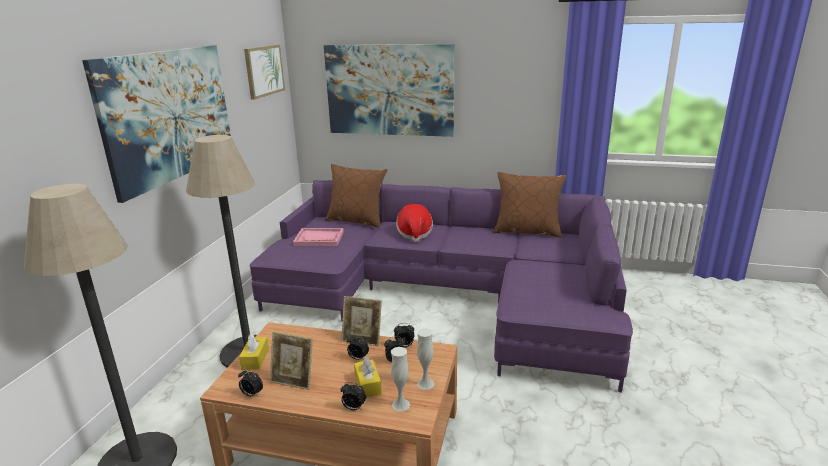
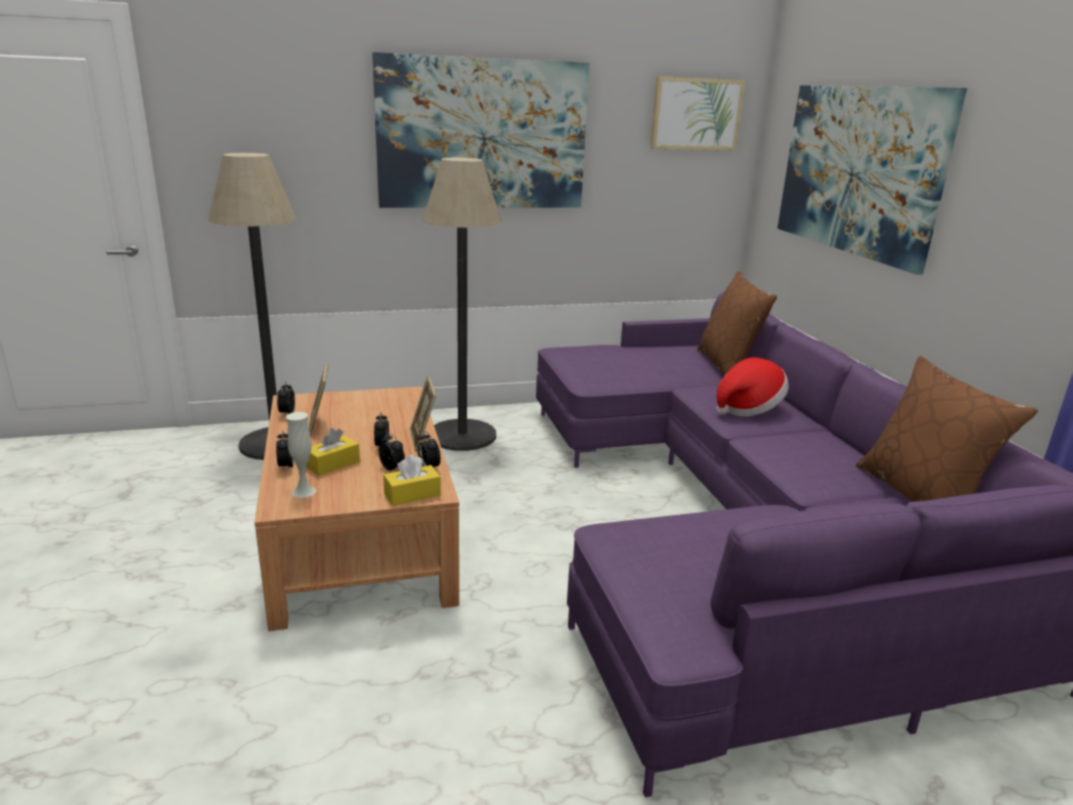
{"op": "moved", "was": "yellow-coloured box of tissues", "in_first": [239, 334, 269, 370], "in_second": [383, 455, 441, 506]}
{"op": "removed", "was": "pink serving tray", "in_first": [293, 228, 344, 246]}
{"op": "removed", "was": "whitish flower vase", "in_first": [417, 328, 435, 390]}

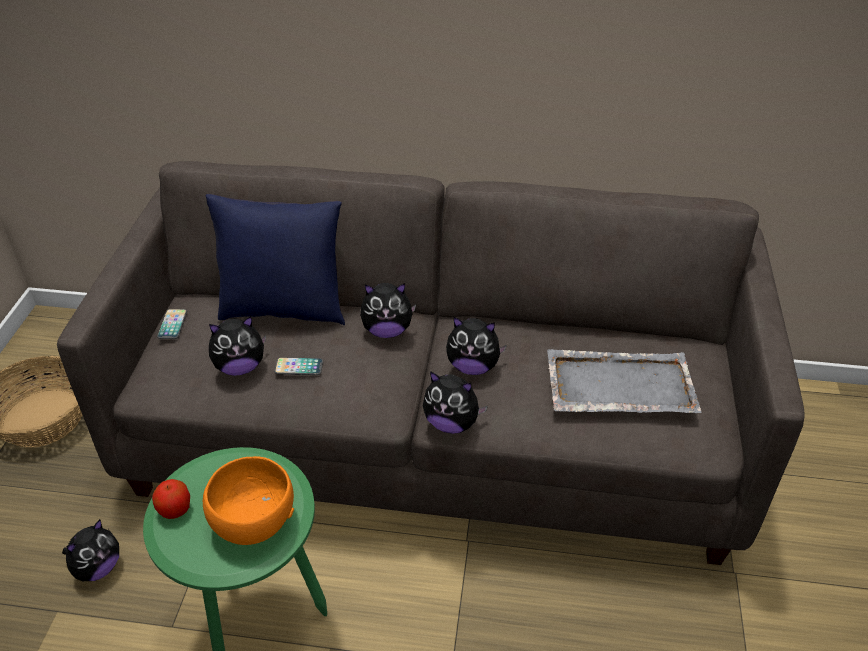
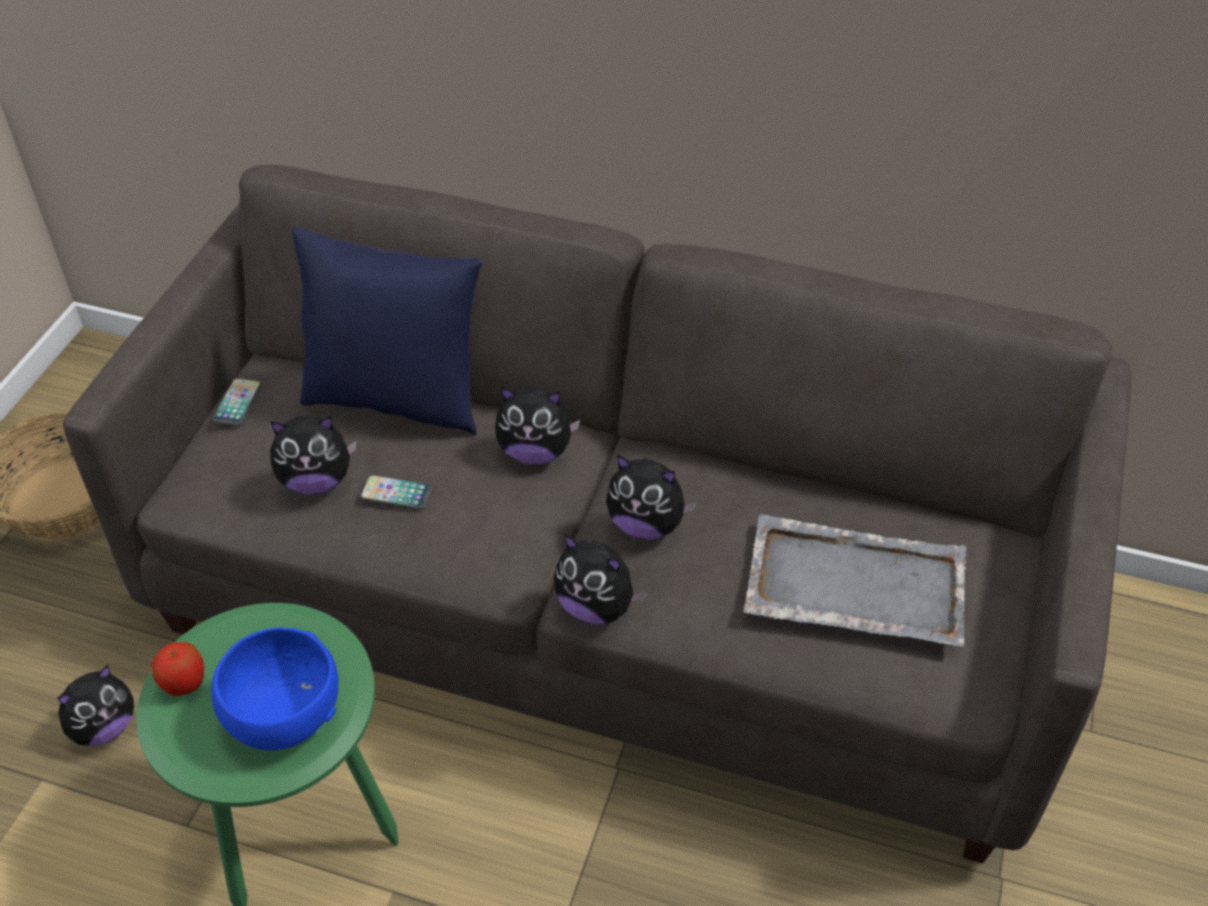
{"op": "recoloured", "was": "orange deep dish", "now": "bluish deep dish", "in_first": [203, 456, 294, 545], "in_second": [211, 627, 339, 750]}

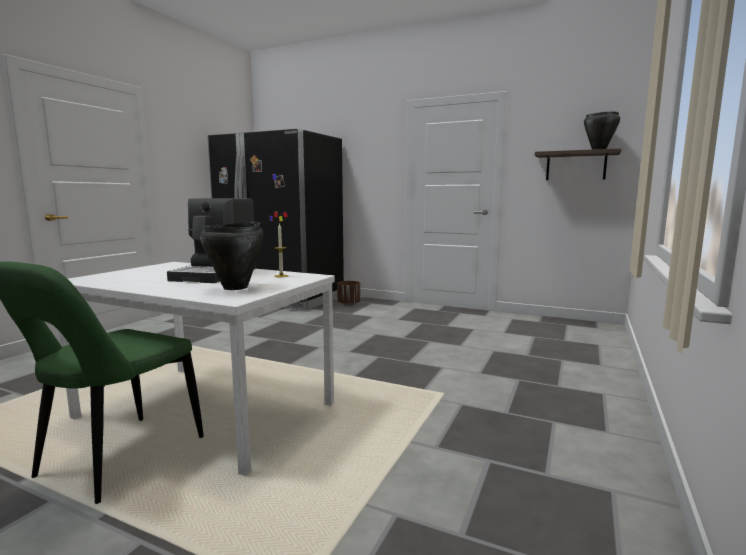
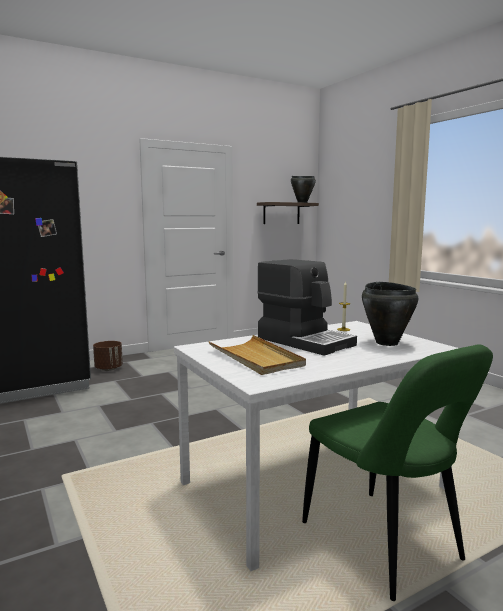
{"op": "added", "now": "beige serving tray", "in_second": [209, 335, 306, 375]}

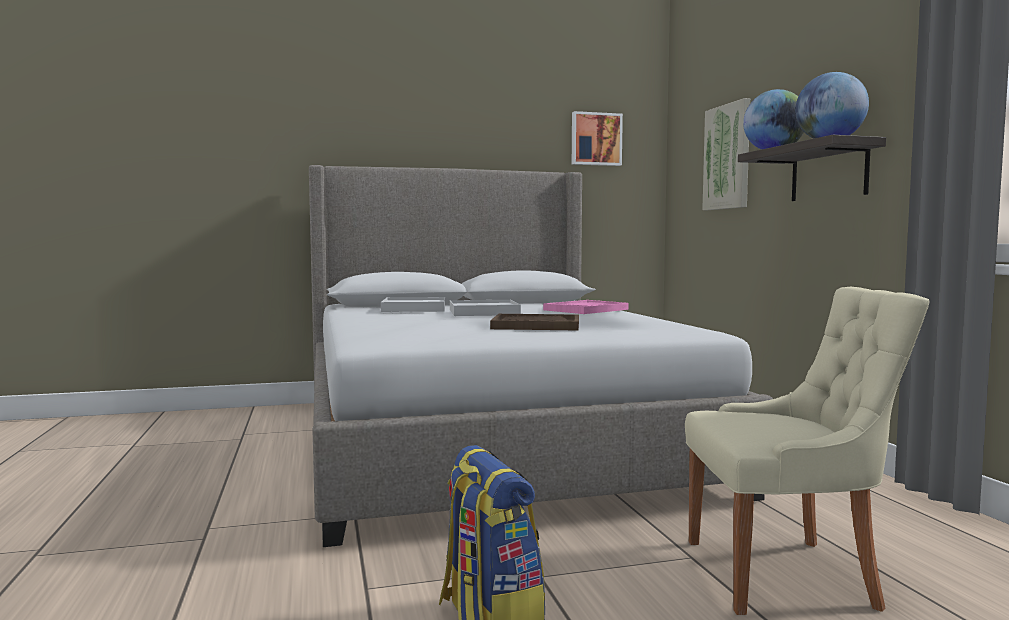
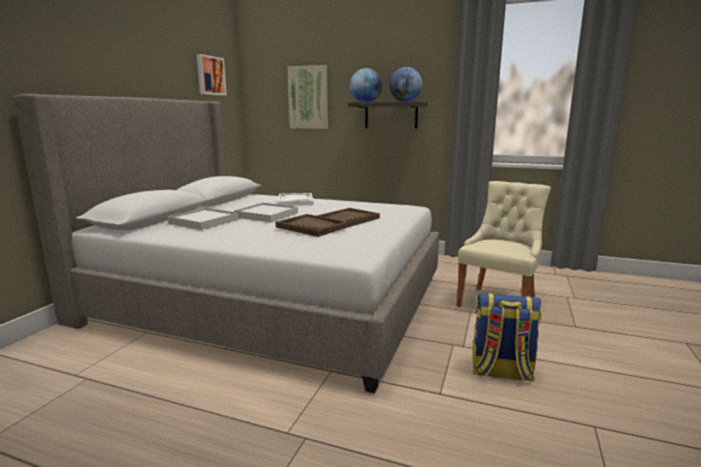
{"op": "recoloured", "was": "pink serving tray", "now": "whitish serving tray", "in_first": [543, 300, 628, 314], "in_second": [278, 193, 314, 206]}
{"op": "added", "now": "brownish serving tray", "in_second": [276, 214, 348, 237]}

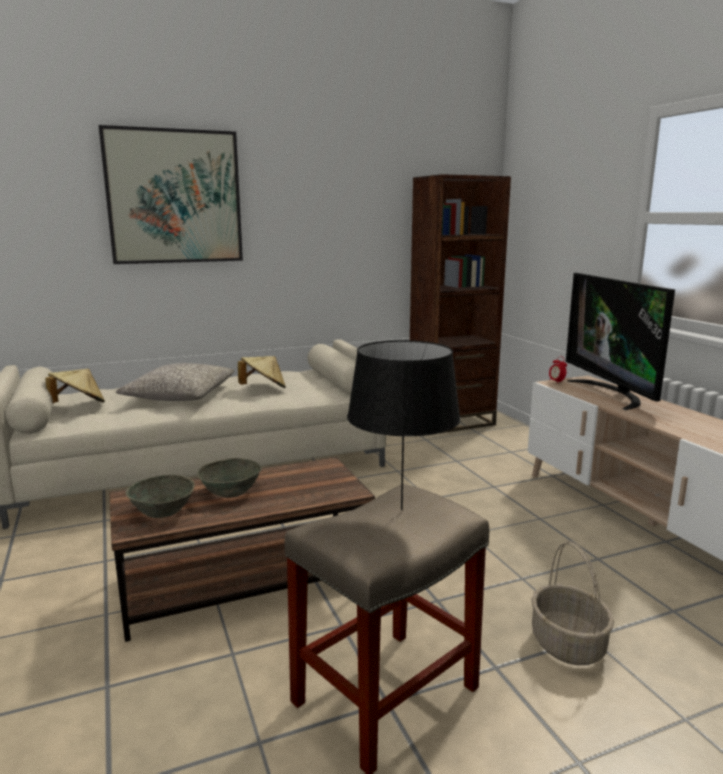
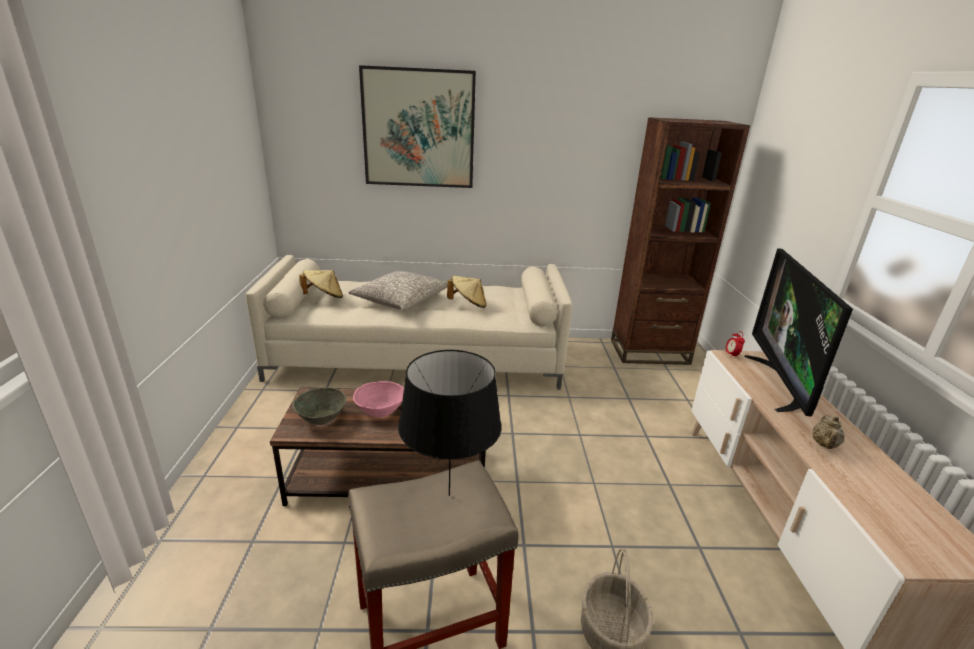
{"op": "recoloured", "was": "greyish deep dish", "now": "pink deep dish", "in_first": [197, 458, 262, 498], "in_second": [353, 381, 404, 417]}
{"op": "added", "now": "beige tea pot", "in_second": [813, 415, 845, 449]}

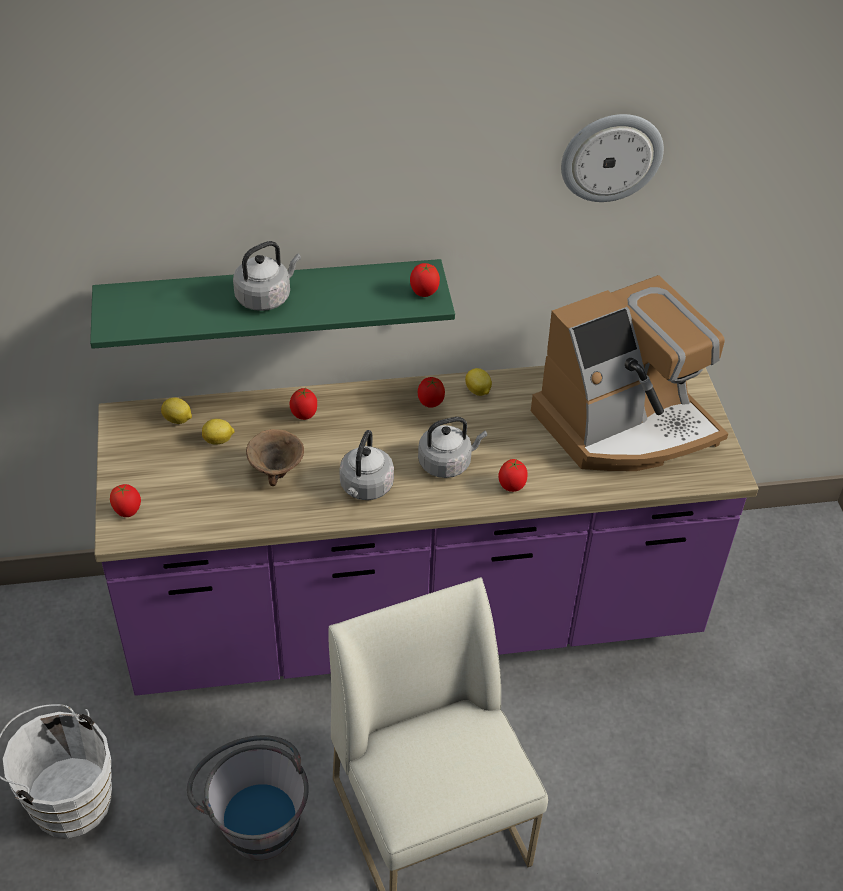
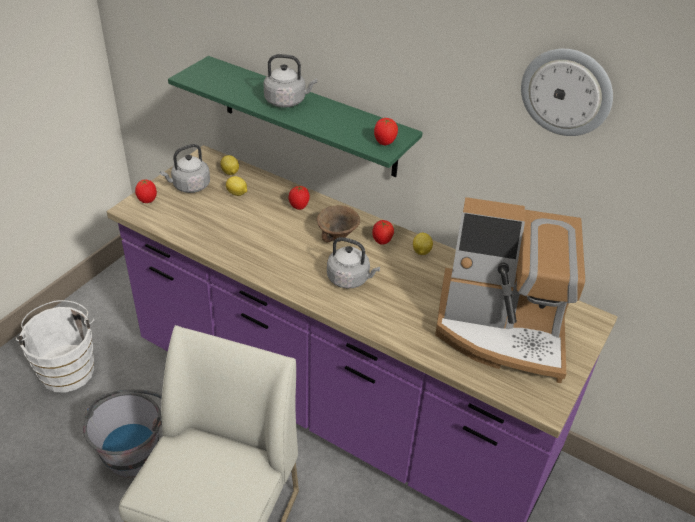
{"op": "moved", "was": "brownish deep dish", "in_first": [246, 429, 304, 486], "in_second": [317, 205, 360, 242]}
{"op": "moved", "was": "greyish tea kettle", "in_first": [339, 430, 394, 500], "in_second": [160, 144, 210, 193]}
{"op": "removed", "was": "tomato", "in_first": [498, 459, 528, 492]}

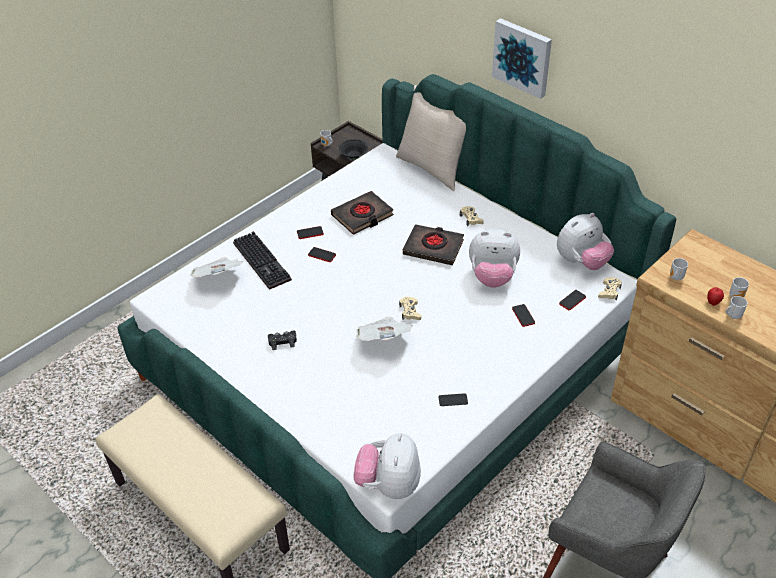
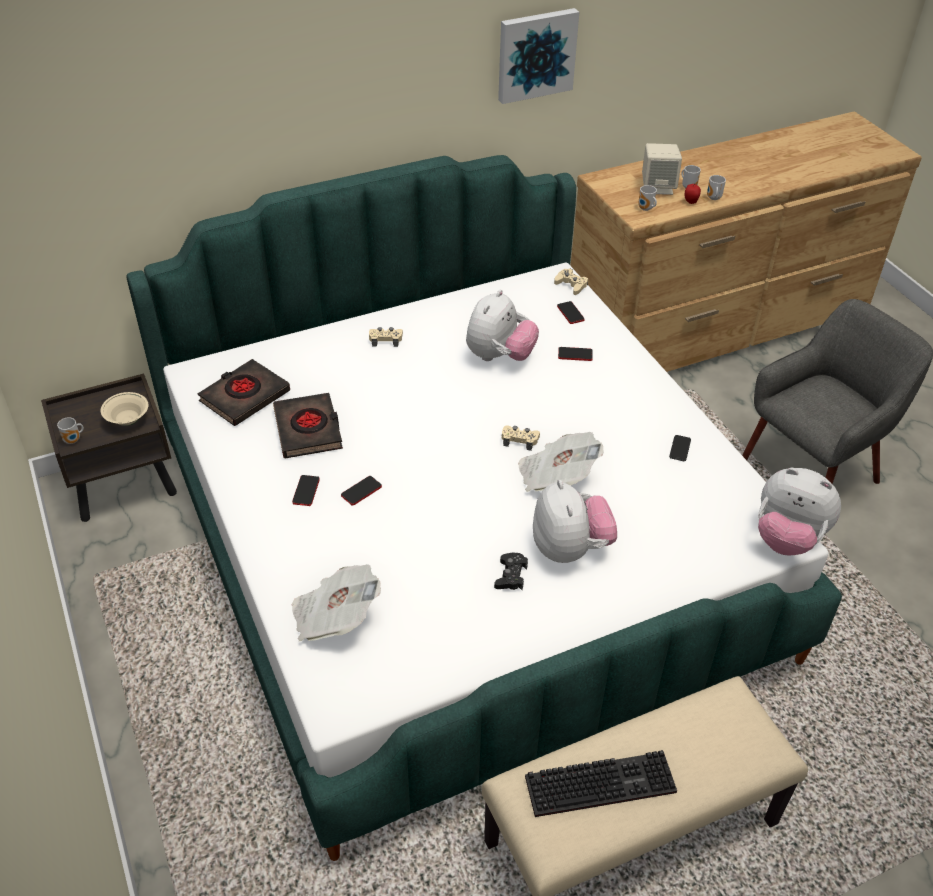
{"op": "moved", "was": "computer keyboard", "in_first": [233, 231, 292, 290], "in_second": [525, 750, 677, 817]}
{"op": "recoloured", "was": "blackish deep dish", "now": "beige deep dish", "in_first": [339, 139, 368, 159], "in_second": [101, 392, 148, 426]}
{"op": "removed", "was": "beige throw pillow", "in_first": [396, 85, 466, 191]}
{"op": "moved", "was": "blackish volume", "in_first": [403, 224, 464, 265], "in_second": [198, 359, 290, 426]}
{"op": "moved", "was": "wall picture", "in_first": [492, 18, 552, 99], "in_second": [498, 8, 579, 104]}
{"op": "moved", "was": "cuddly toy", "in_first": [557, 213, 614, 270], "in_second": [533, 480, 617, 563]}
{"op": "added", "now": "beige speaker", "in_second": [642, 143, 682, 195]}

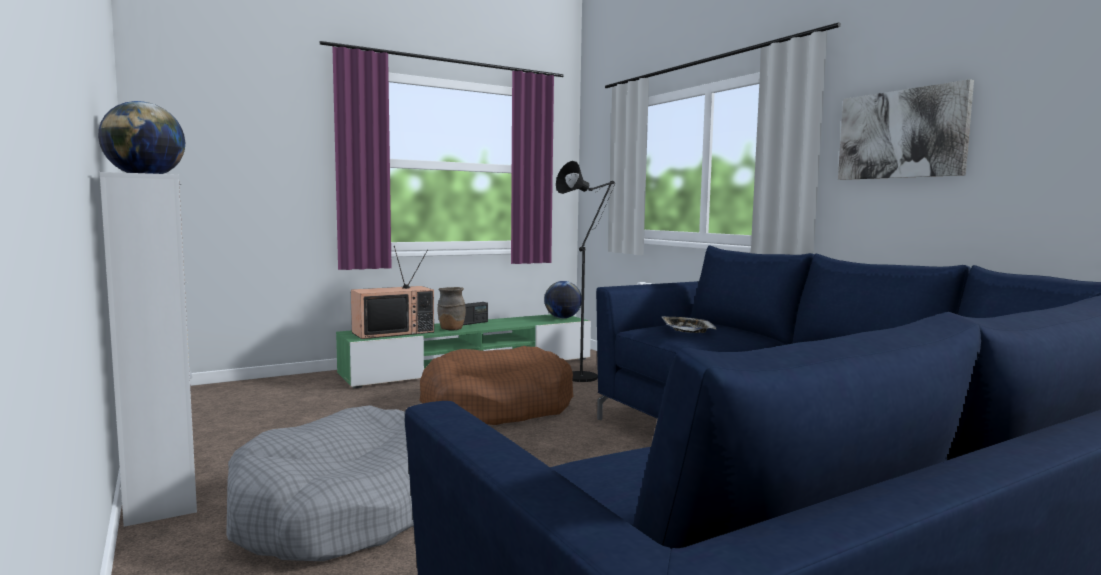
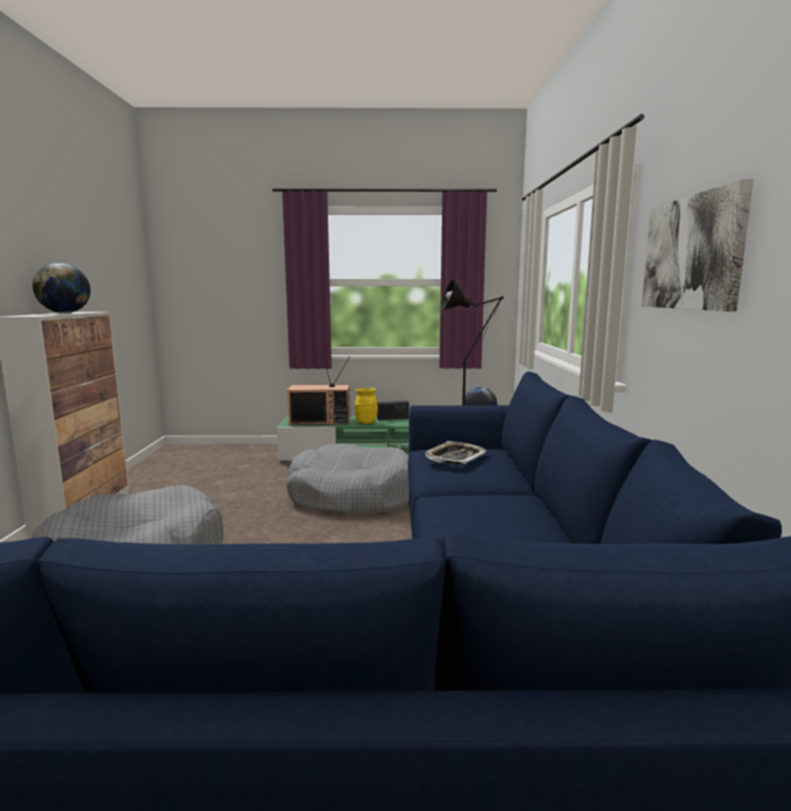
{"op": "recoloured", "was": "brownish dog bed", "now": "greyish dog bed", "in_first": [419, 346, 574, 425], "in_second": [286, 443, 409, 514]}
{"op": "recoloured", "was": "brownish flower vase", "now": "yellow-coloured flower vase", "in_first": [437, 287, 466, 330], "in_second": [354, 388, 378, 424]}

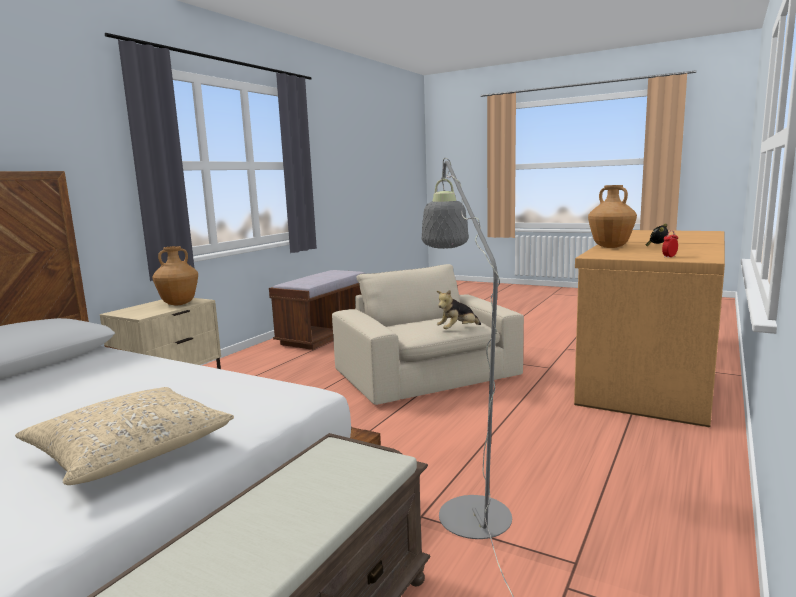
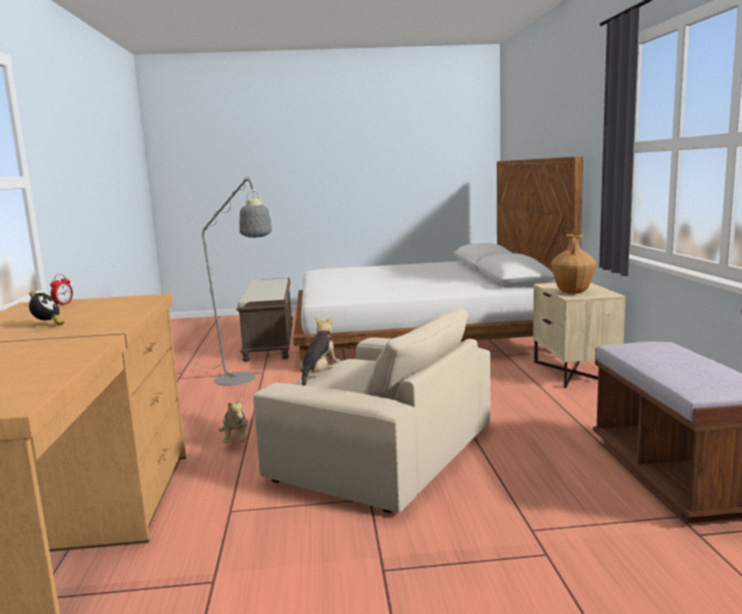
{"op": "removed", "was": "beige throw pillow", "in_first": [15, 387, 234, 485]}
{"op": "removed", "was": "brownish flower vase", "in_first": [588, 185, 637, 248]}
{"op": "added", "now": "cuddly toy", "in_second": [218, 396, 248, 443]}

